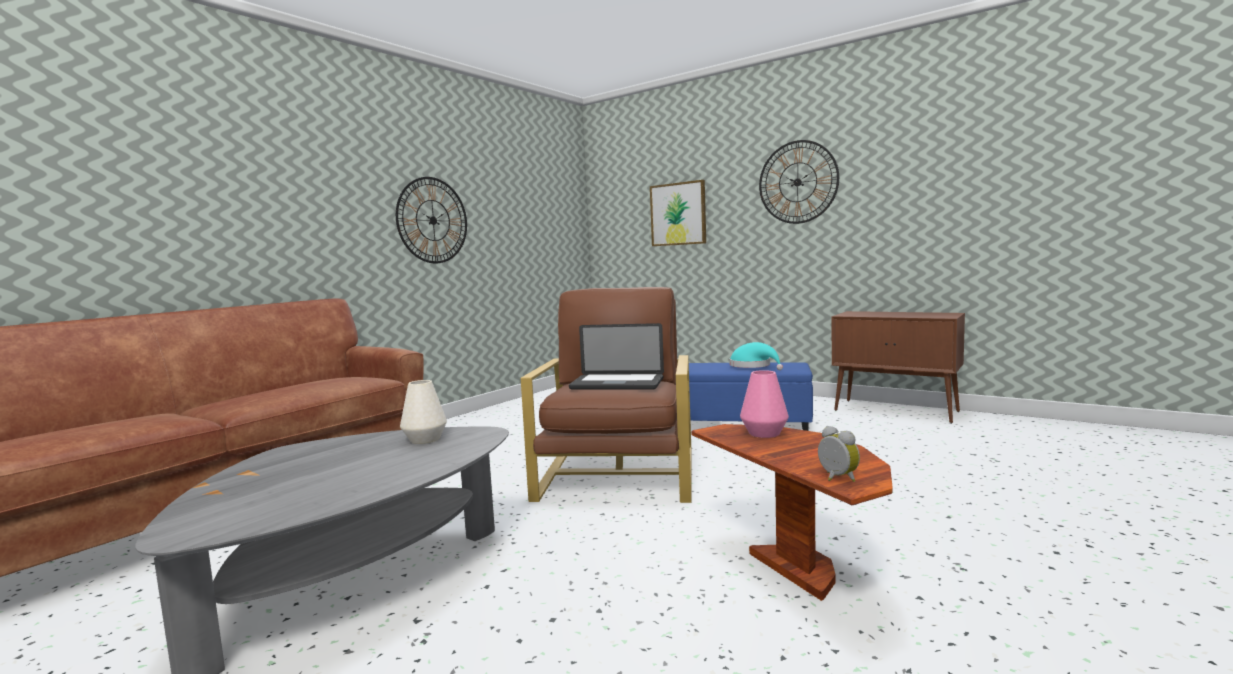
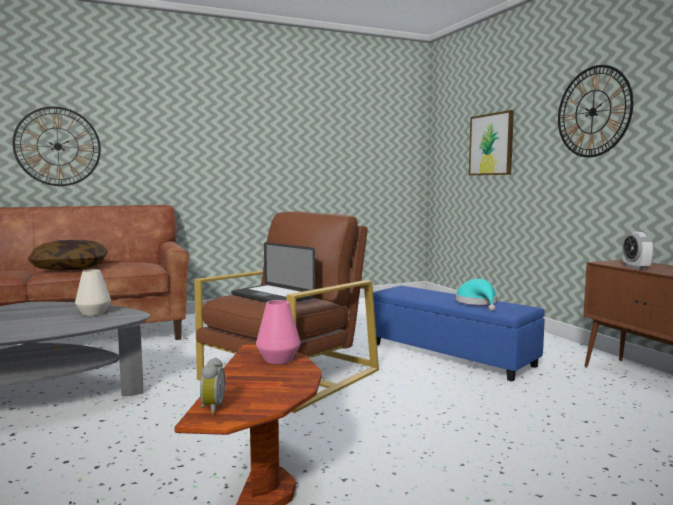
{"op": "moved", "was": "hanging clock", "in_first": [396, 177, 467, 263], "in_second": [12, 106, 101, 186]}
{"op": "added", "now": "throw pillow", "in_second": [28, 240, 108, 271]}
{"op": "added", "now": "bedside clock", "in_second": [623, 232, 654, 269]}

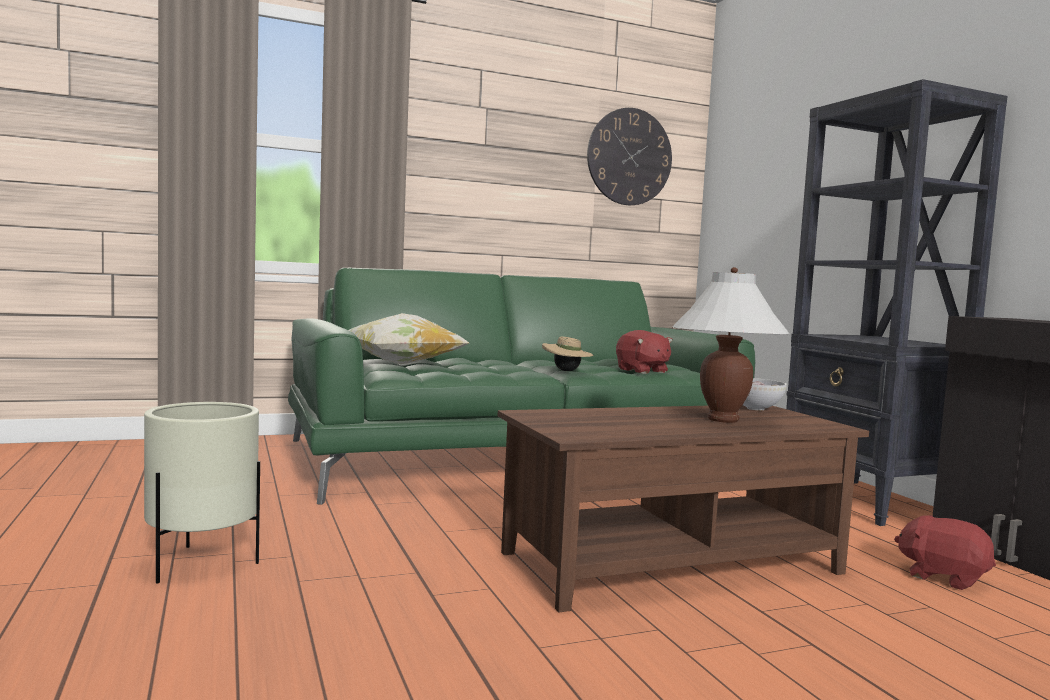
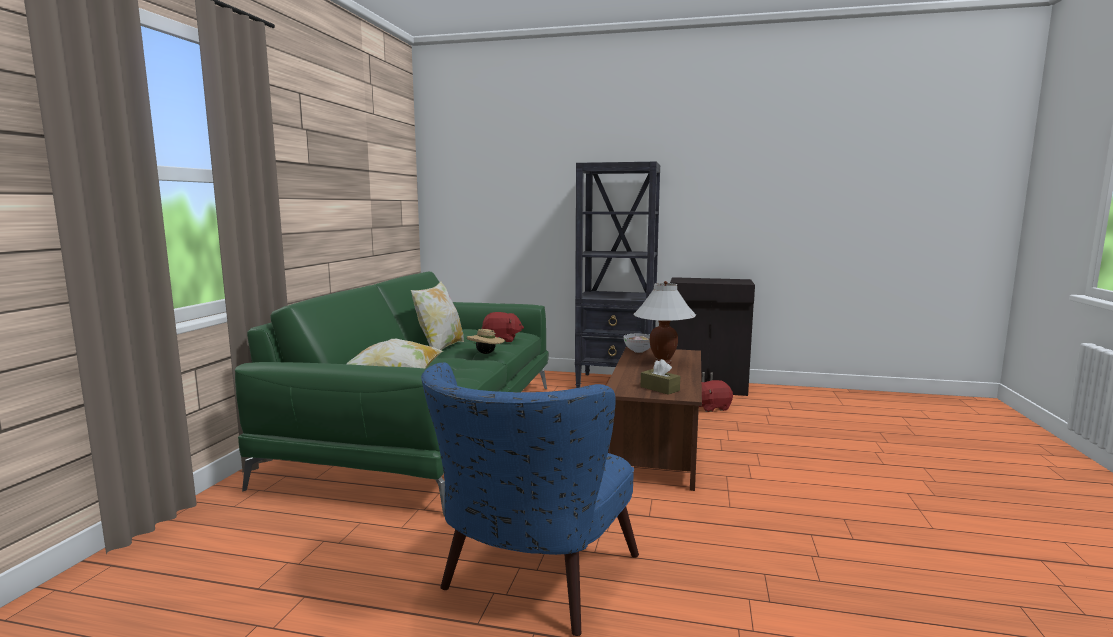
{"op": "replaced", "was": "beige planter", "now": "bluish easy chair", "in_first": [144, 402, 260, 584], "in_second": [421, 362, 639, 636]}
{"op": "removed", "was": "hanging clock", "in_first": [587, 108, 672, 205]}
{"op": "added", "now": "throw pillow", "in_second": [411, 281, 464, 350]}
{"op": "added", "now": "brownish box of tissues", "in_second": [640, 359, 680, 395]}

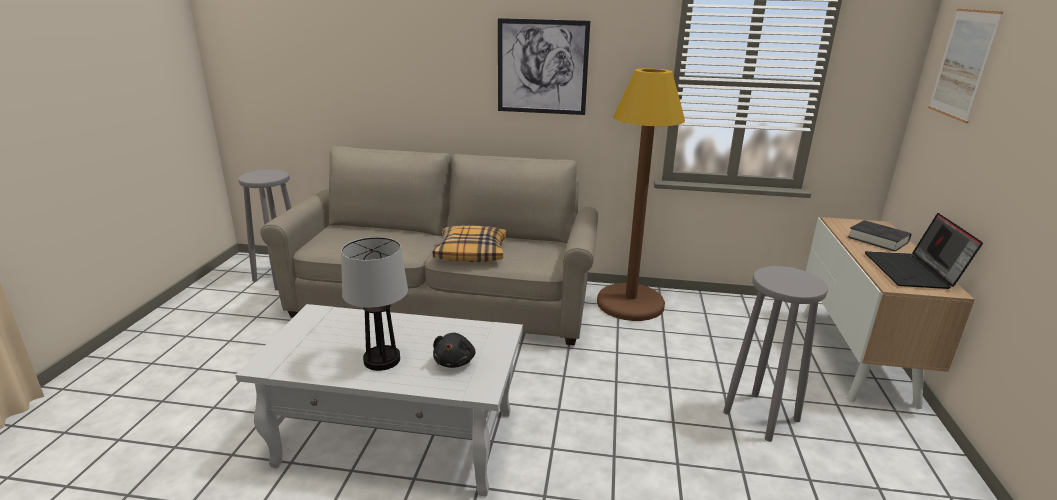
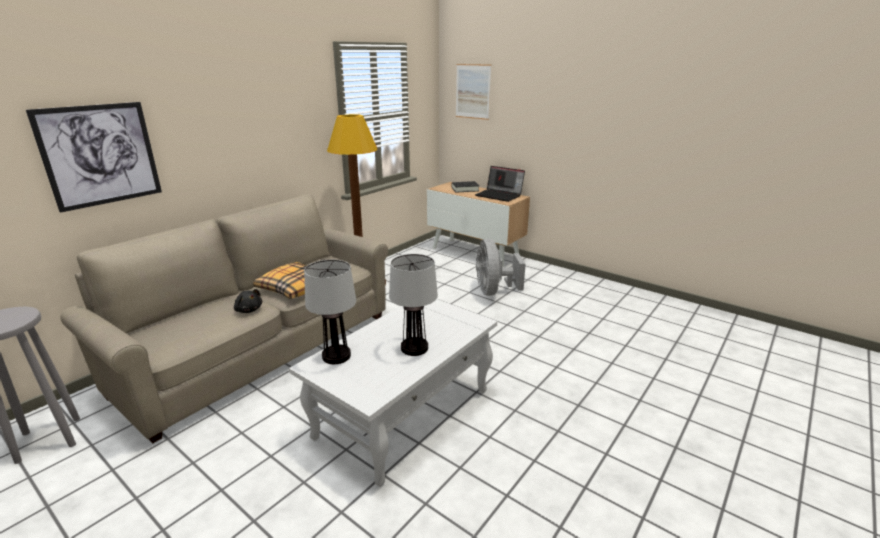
{"op": "moved", "was": "blackish cuddly toy", "in_first": [433, 333, 476, 368], "in_second": [234, 289, 262, 313]}
{"op": "moved", "was": "wall picture", "in_first": [498, 18, 590, 115], "in_second": [26, 102, 162, 213]}
{"op": "replaced", "was": "greyish stool seat", "now": "greyish electric fan", "in_first": [723, 266, 828, 442], "in_second": [476, 239, 526, 296]}
{"op": "added", "now": "tabletop lamp", "in_second": [304, 260, 356, 364]}

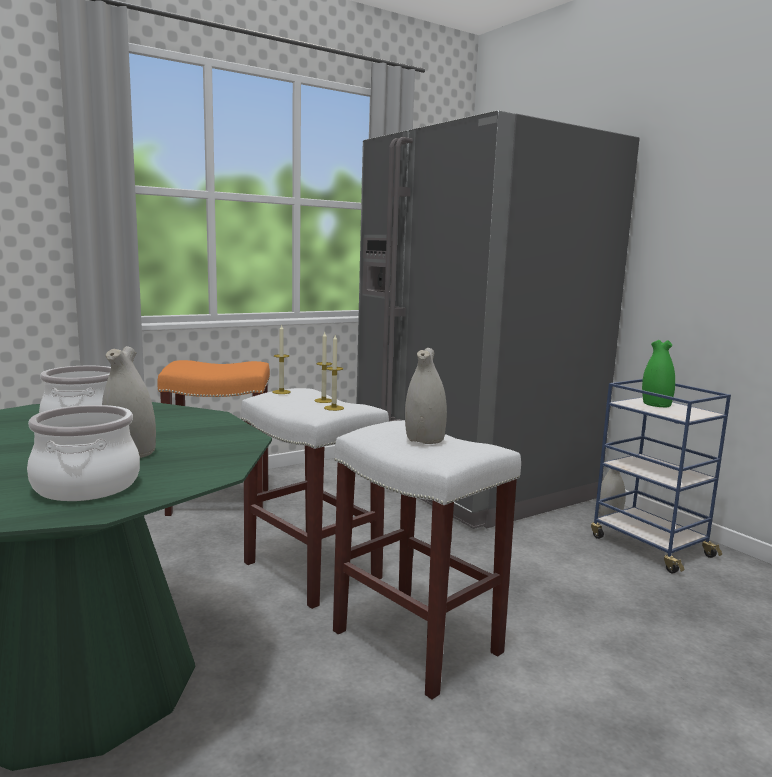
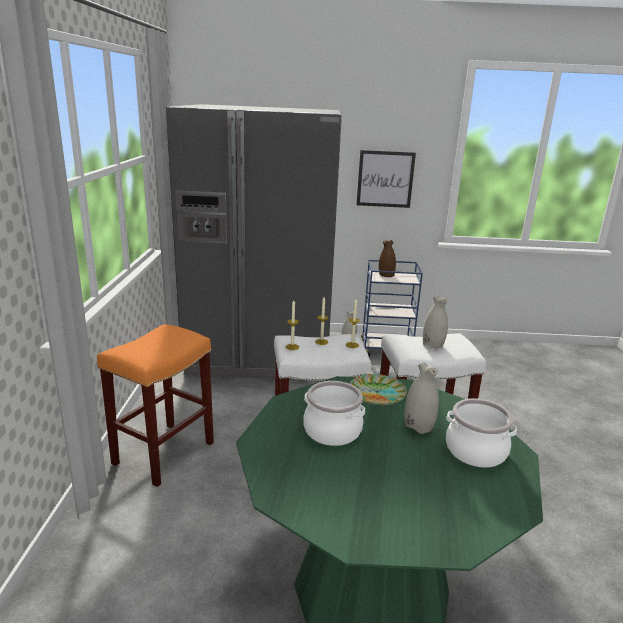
{"op": "recoloured", "was": "greenish flower vase", "now": "brownish flower vase", "in_first": [642, 340, 675, 407], "in_second": [379, 240, 396, 277]}
{"op": "added", "now": "dinner plate", "in_second": [349, 374, 407, 405]}
{"op": "added", "now": "wall picture", "in_second": [357, 150, 416, 208]}

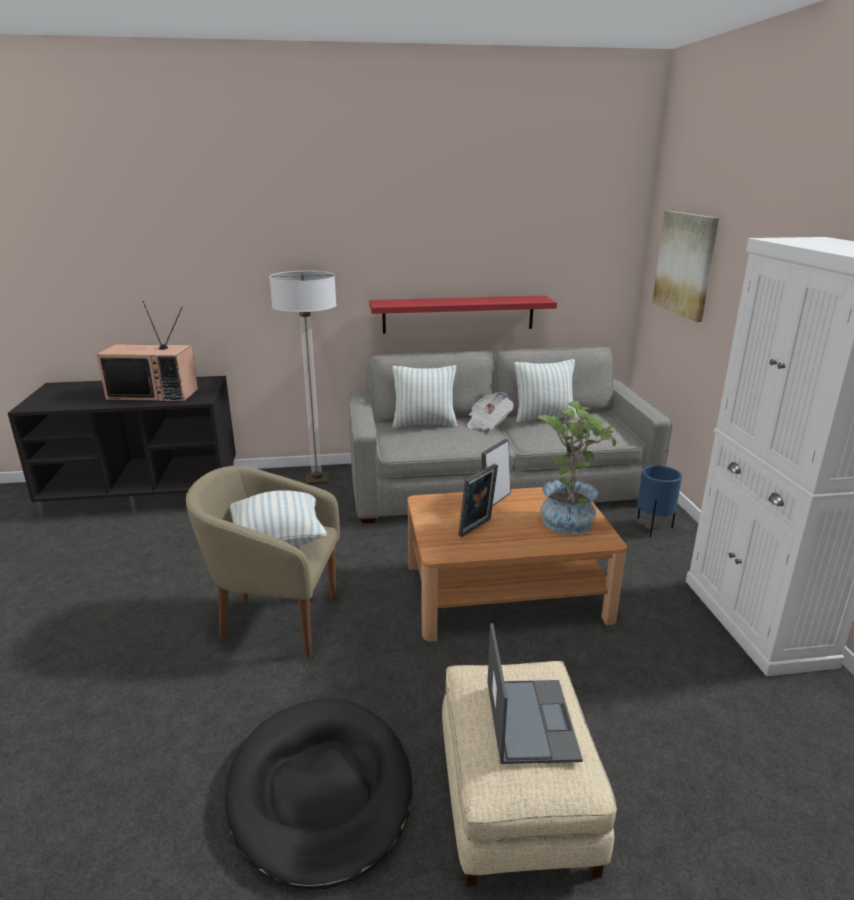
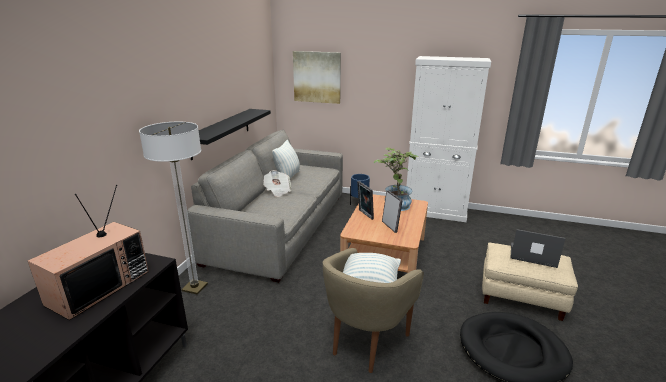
{"op": "recoloured", "was": "reddish bracket shelf", "now": "blackish bracket shelf", "in_first": [369, 295, 557, 334], "in_second": [191, 109, 271, 160]}
{"op": "removed", "was": "throw pillow", "in_first": [392, 365, 457, 428]}

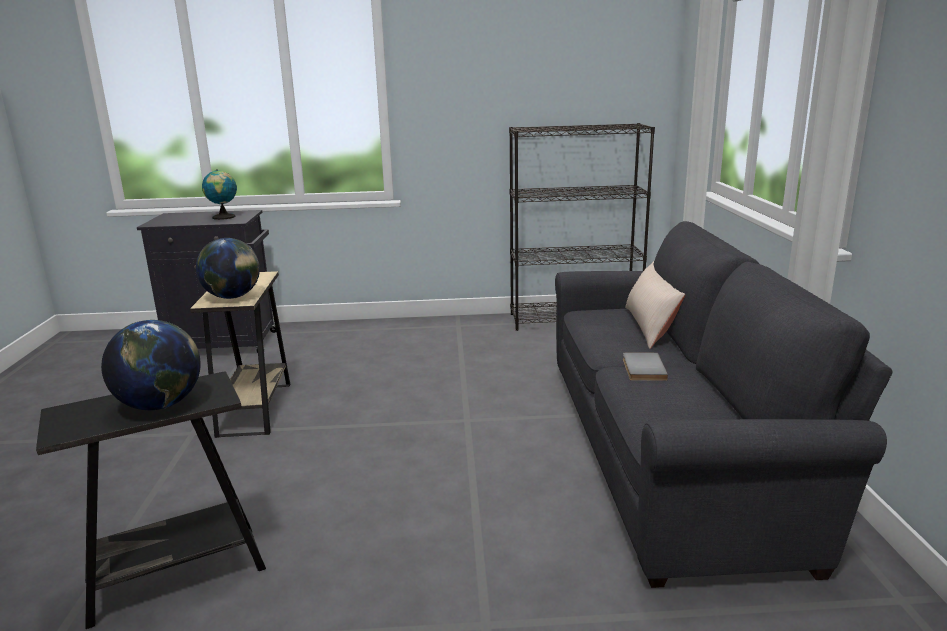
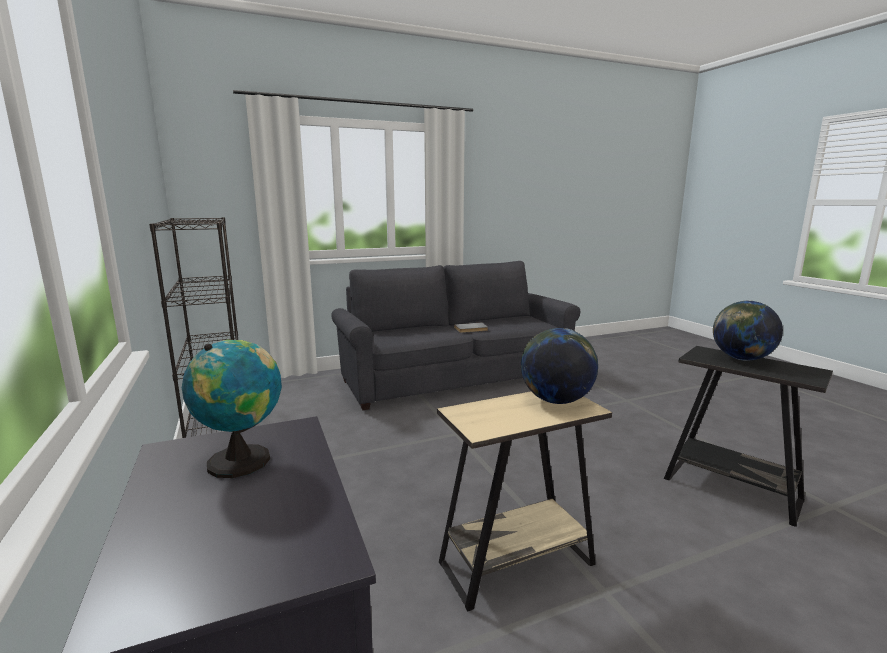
{"op": "removed", "was": "beige throw pillow", "in_first": [625, 261, 685, 349]}

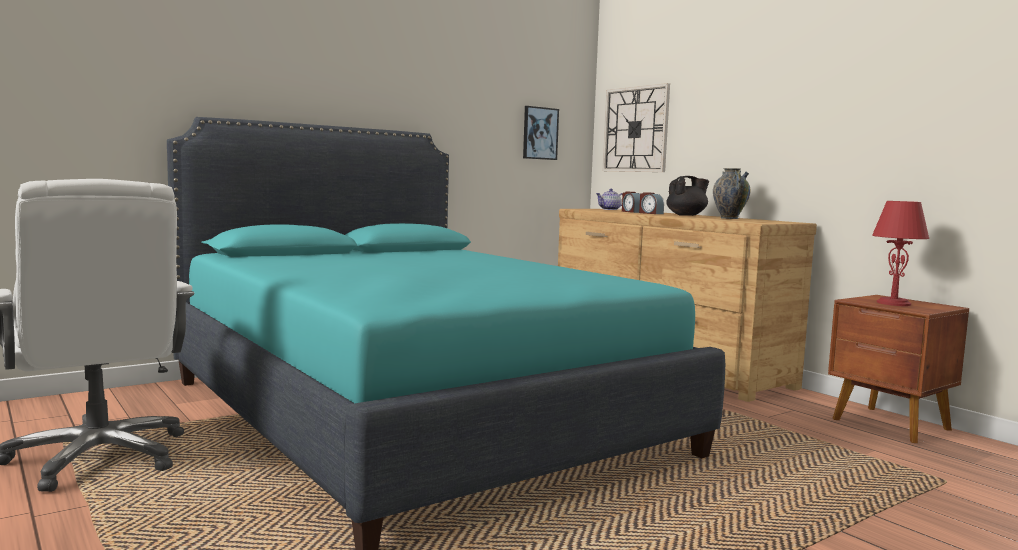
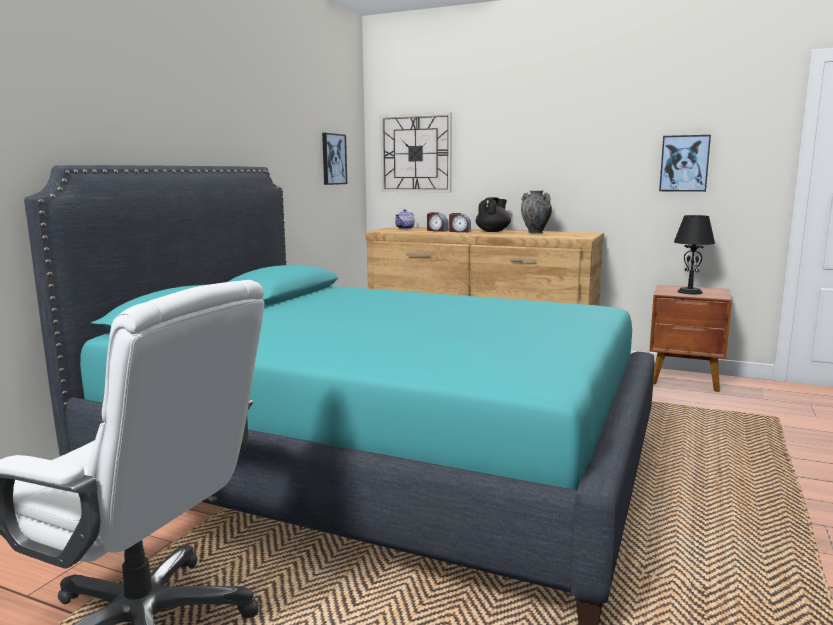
{"op": "recoloured", "was": "reddish tabletop lamp", "now": "blackish tabletop lamp", "in_first": [872, 201, 929, 306], "in_second": [674, 215, 715, 294]}
{"op": "added", "now": "wall picture", "in_second": [659, 135, 711, 192]}

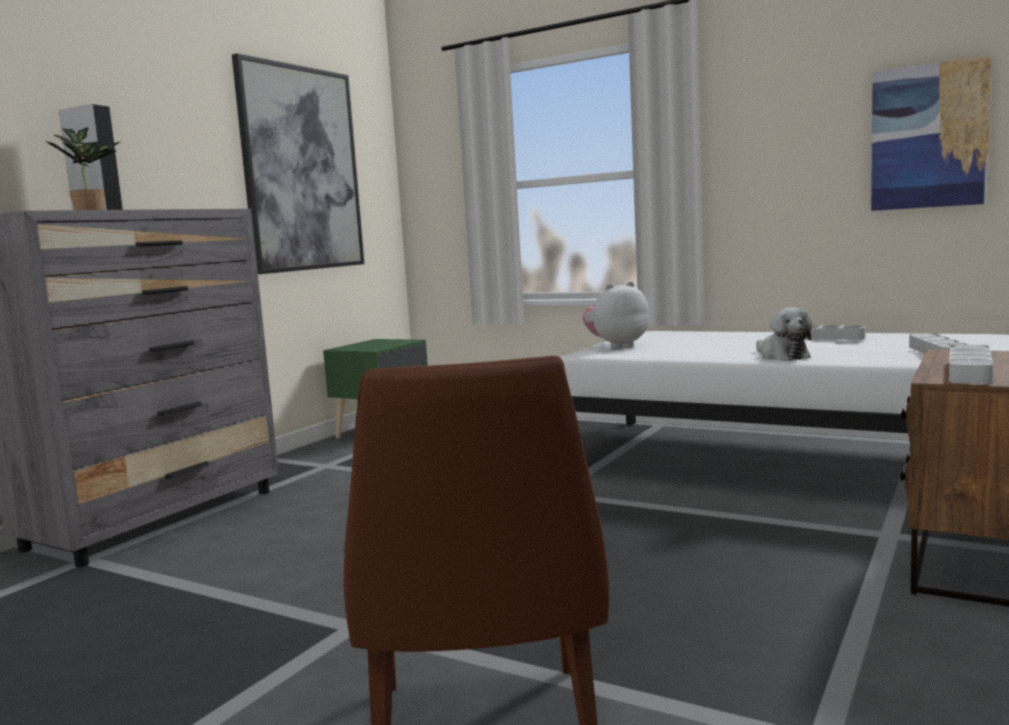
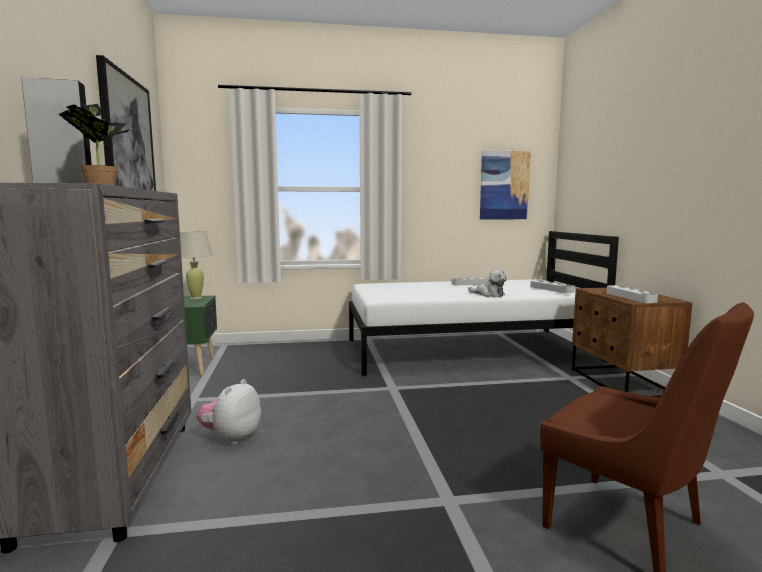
{"op": "moved", "was": "cuddly toy", "in_first": [582, 281, 649, 349], "in_second": [196, 379, 261, 444]}
{"op": "added", "now": "beige tabletop lamp", "in_second": [180, 231, 213, 299]}

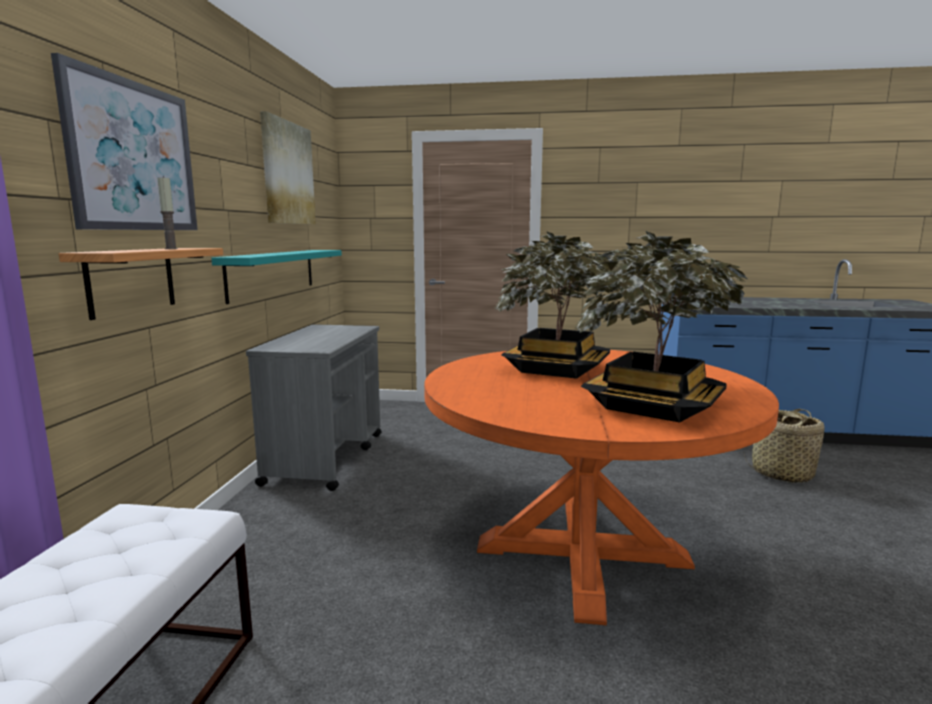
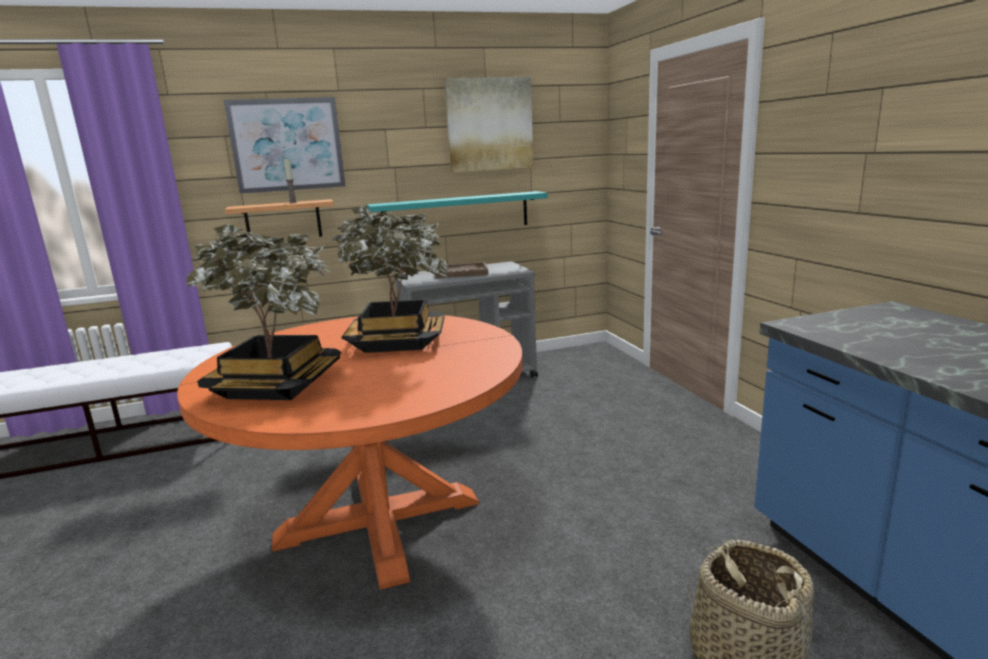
{"op": "added", "now": "brownish serving tray", "in_second": [435, 262, 489, 278]}

